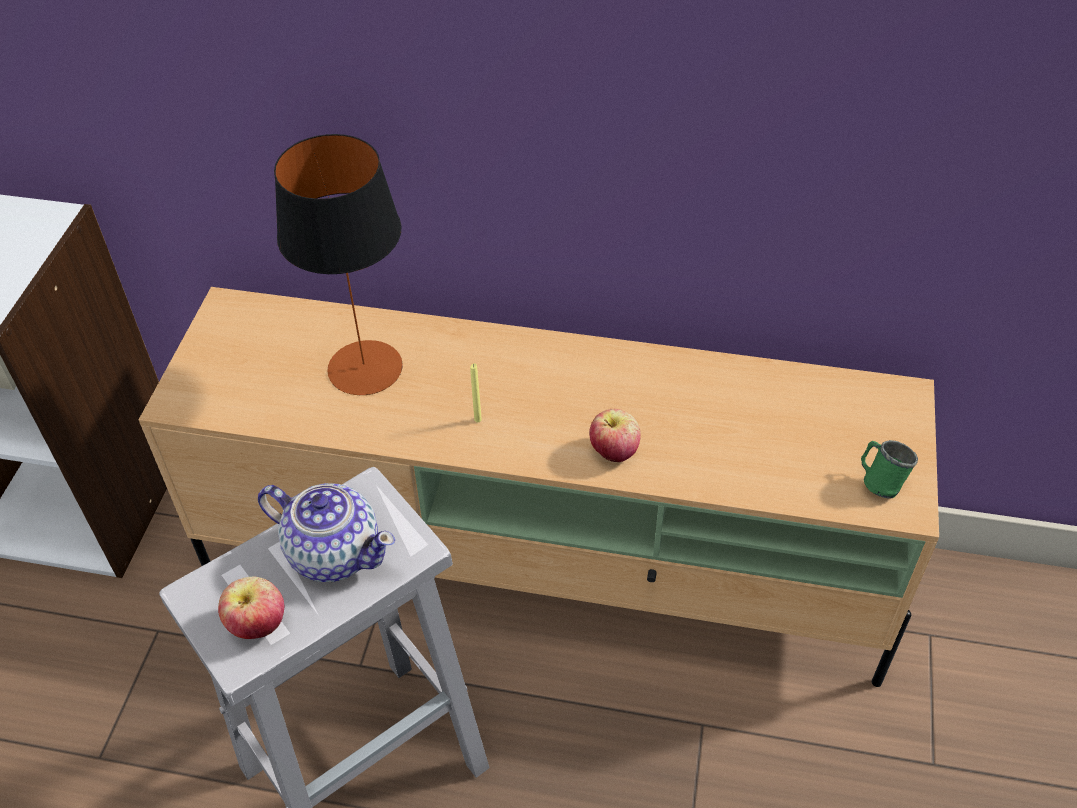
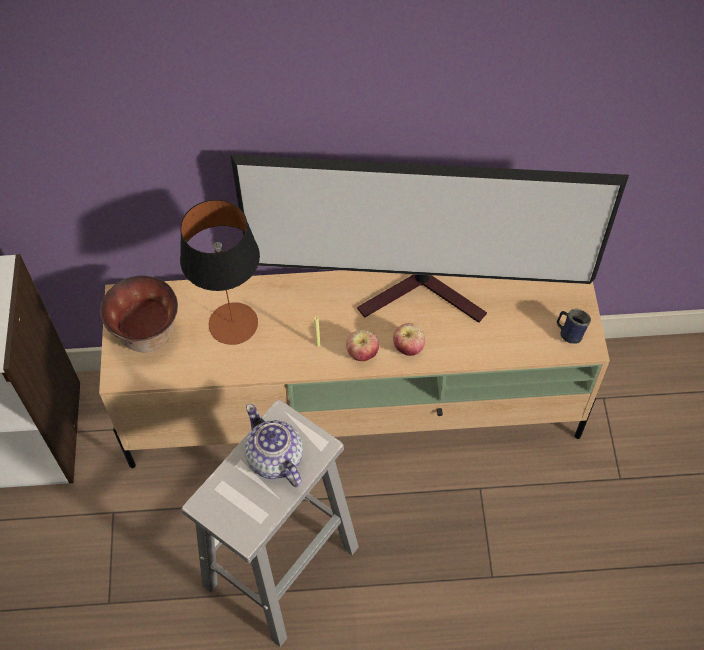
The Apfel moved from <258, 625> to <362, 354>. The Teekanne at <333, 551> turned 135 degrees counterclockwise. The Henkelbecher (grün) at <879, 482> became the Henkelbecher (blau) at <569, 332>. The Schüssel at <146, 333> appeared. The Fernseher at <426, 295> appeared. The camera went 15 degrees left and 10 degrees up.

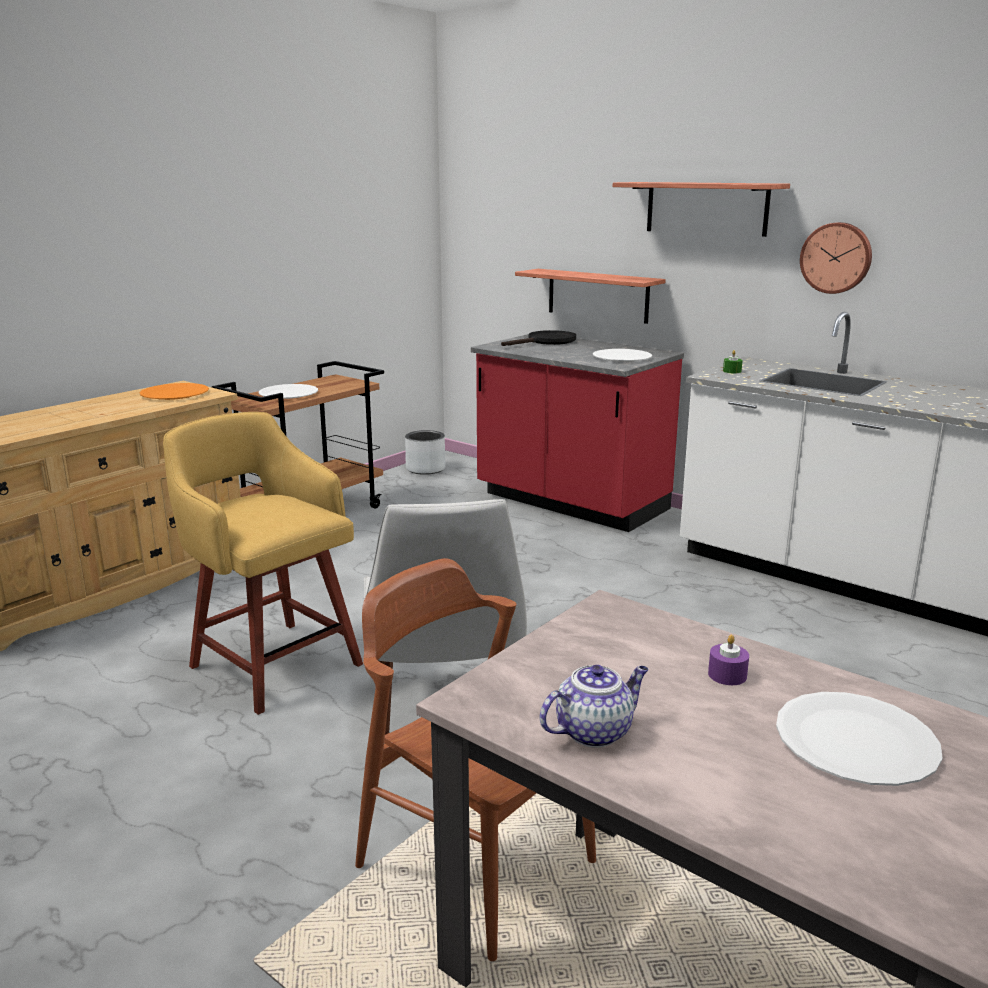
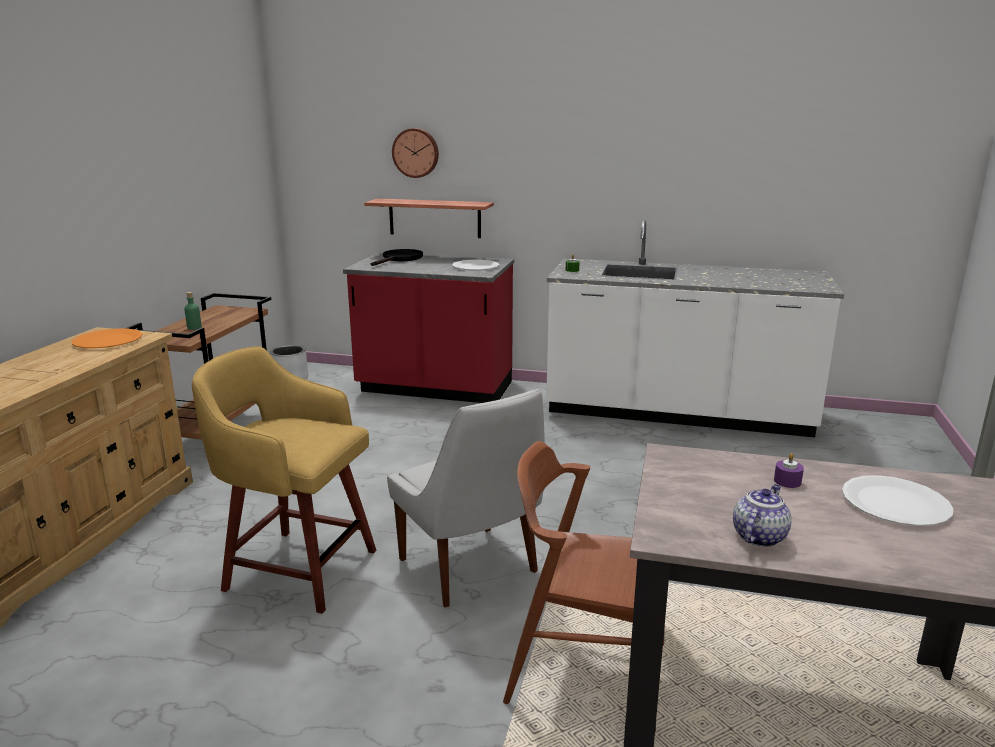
The Teller (weiß) at <288, 393> was replaced by the Flasche (grün) at <194, 327>. The Wandregal at <706, 208> disappeared. The Wanduhr moved from <836, 258> to <416, 153>. The camera went 25 degrees left and 0 degrees up.

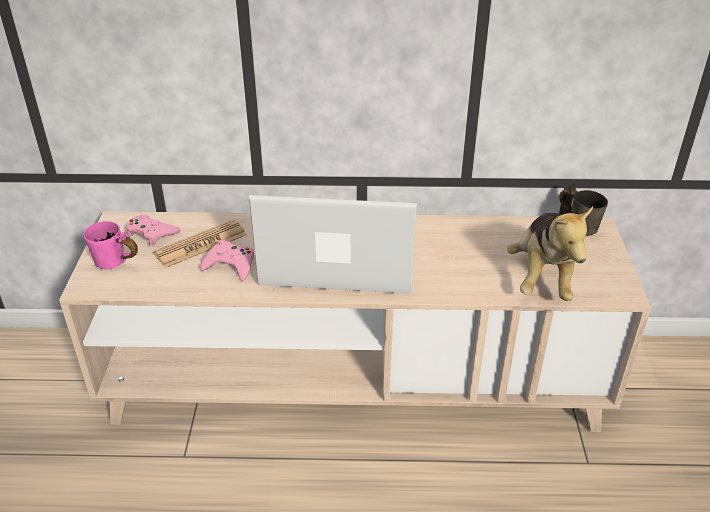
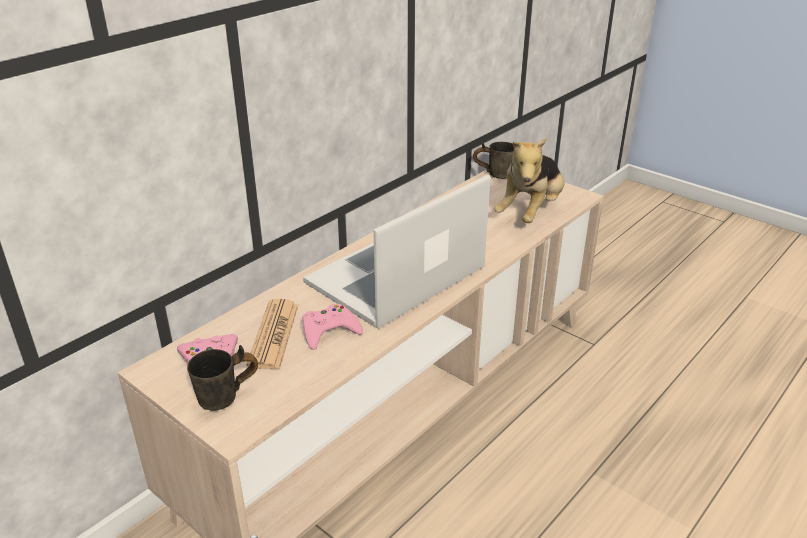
The Henkelbecher (rosa) at <114, 266> became the Henkelbecher (grau) at <227, 400>. The Plüschtier at <542, 277> turned 75 degrees clockwise. The camera went 50 degrees left and 5 degrees down.

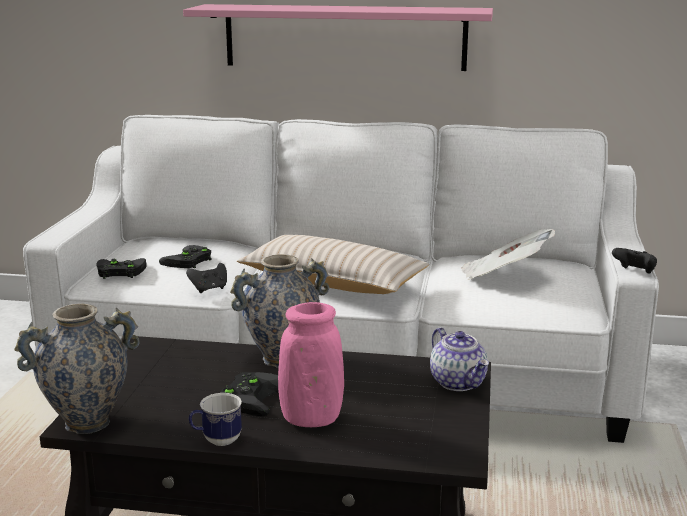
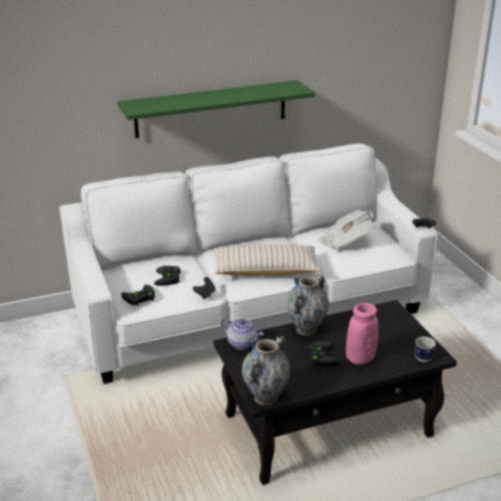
The Wandregal (rosa) at <344, 37> became the Wandregal (grün) at <211, 109>. The Henkelbecher moved from <216, 441> to <421, 360>. The Teekanne moved from <459, 382> to <242, 343>. The camera went 30 degrees left and 10 degrees up.

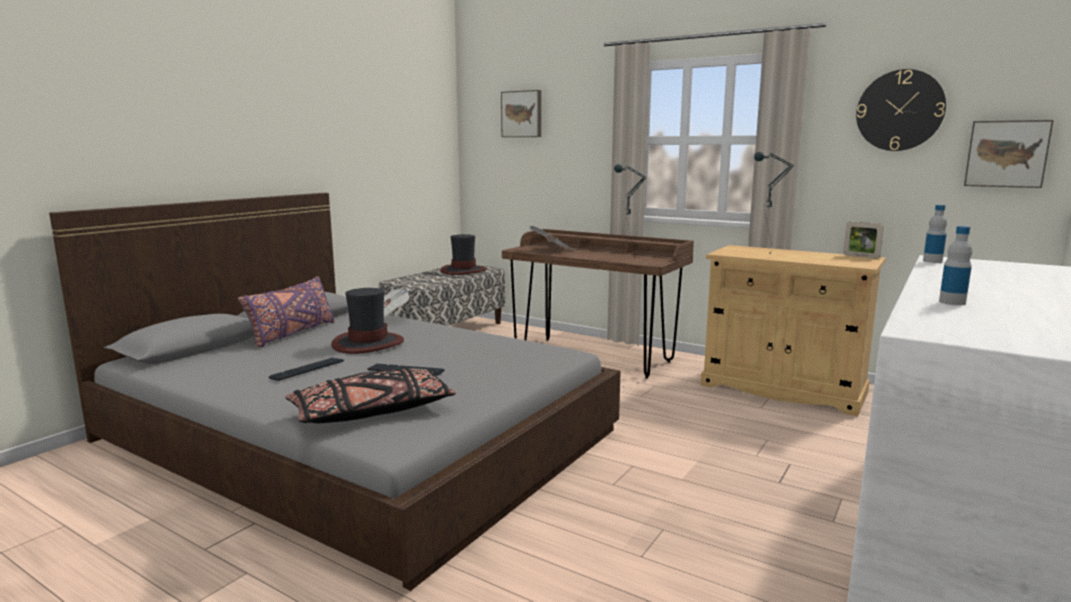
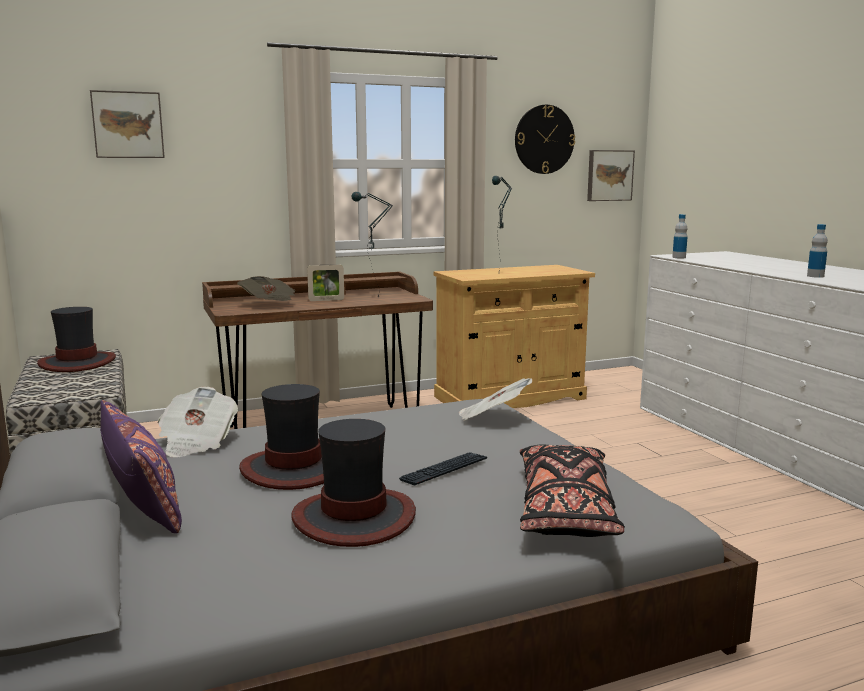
The Tastatur at <307, 370> was replaced by the Hut at <354, 517>. The Bilderrahmen moved from <861, 256> to <326, 300>. The Zeitung at <492, 418> appeared. The camera went 55 degrees left and 0 degrees up.

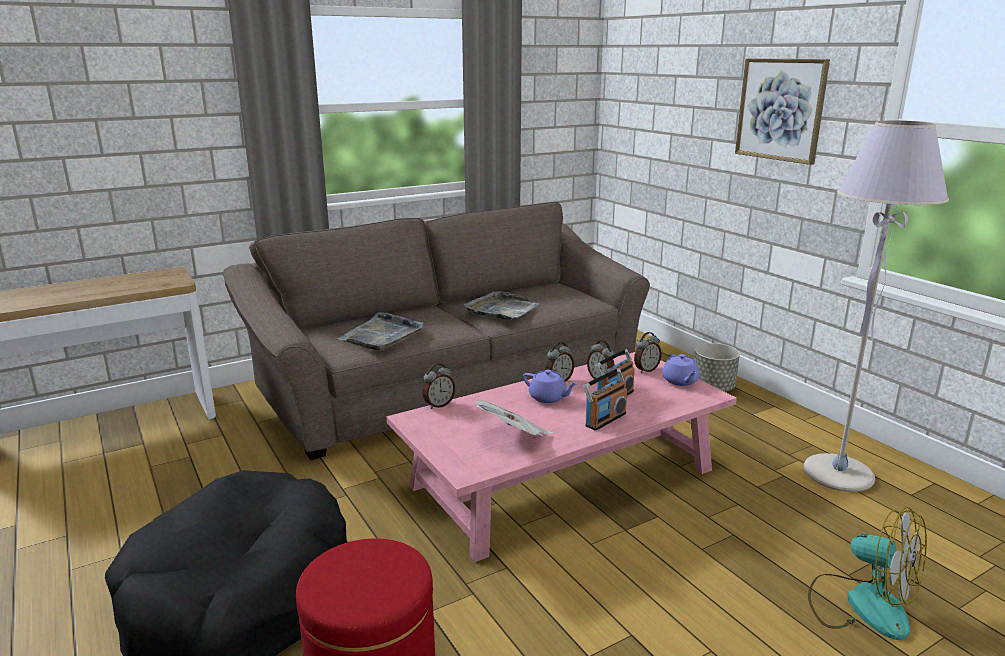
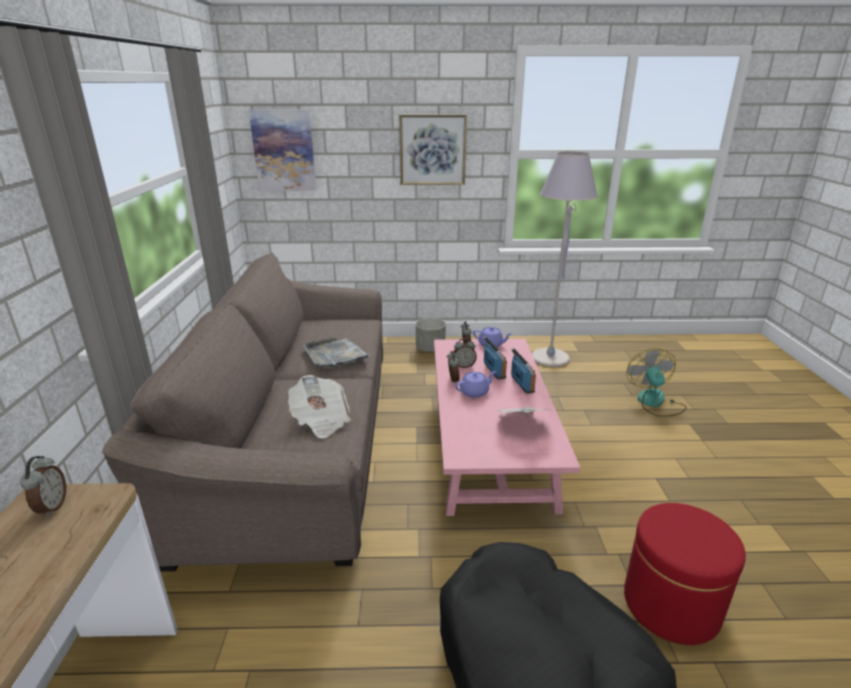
The Tablett (grau) at <382, 335> was replaced by the Zeitung at <320, 420>. The Wecker moved from <438, 405> to <51, 507>. The Ventilator at <861, 604> turned 75 degrees counterclockwise. The Bild at <284, 150> appeared. The camera went 60 degrees left and 5 degrees up.

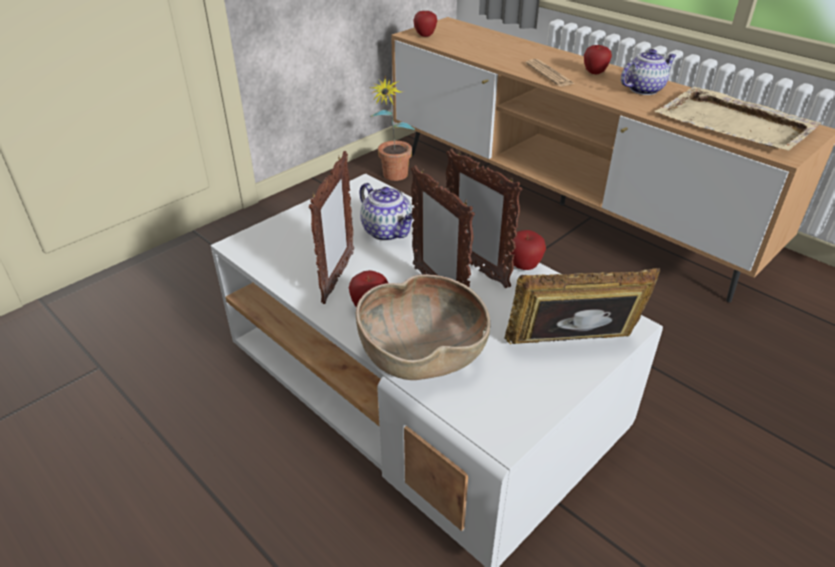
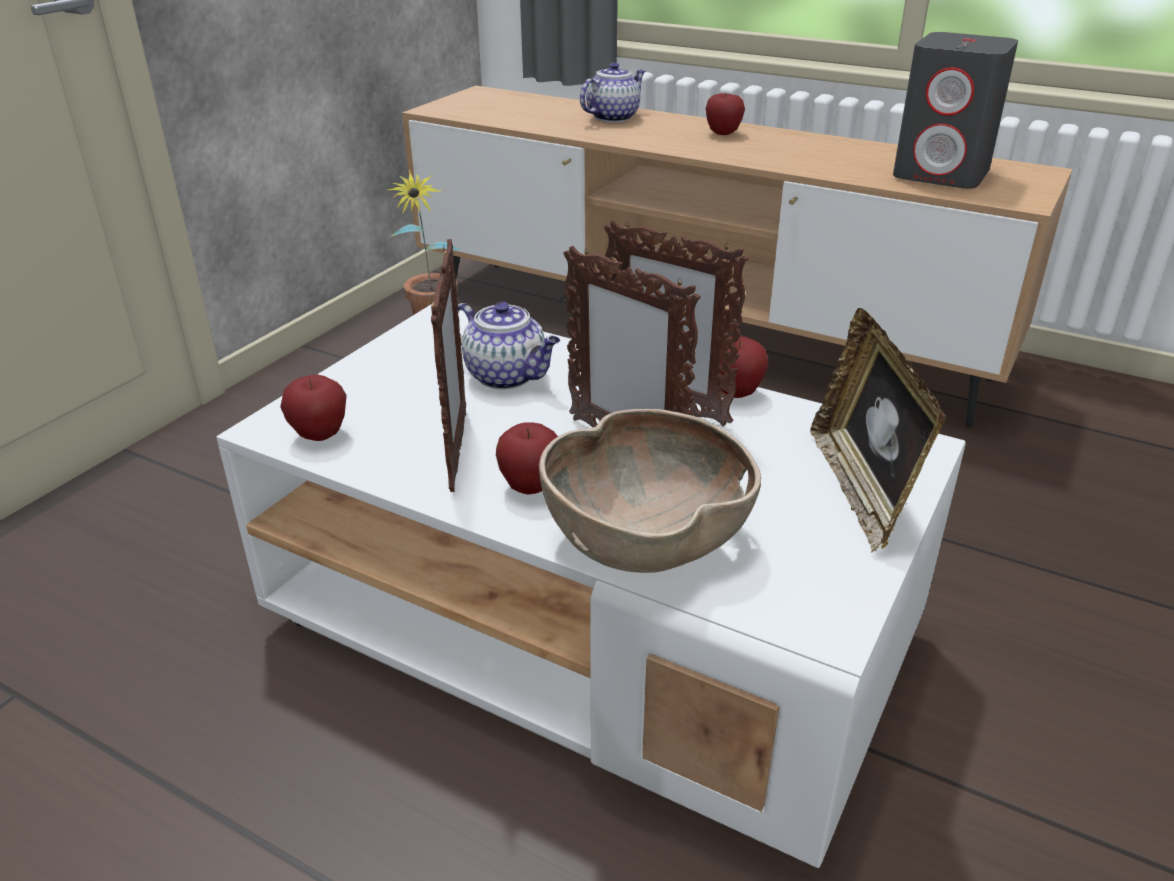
The Apfel moved from <425, 36> to <320, 436>. The Bilderrahmen at <572, 347> turned 75 degrees counterclockwise. The Zeitung at <549, 74> disappeared. The Teekanne moved from <644, 89> to <613, 117>. The Tablett (beige) at <735, 124> was replaced by the Lautsprecher (grau) at <942, 174>. The camera went 15 degrees left and 5 degrees down.

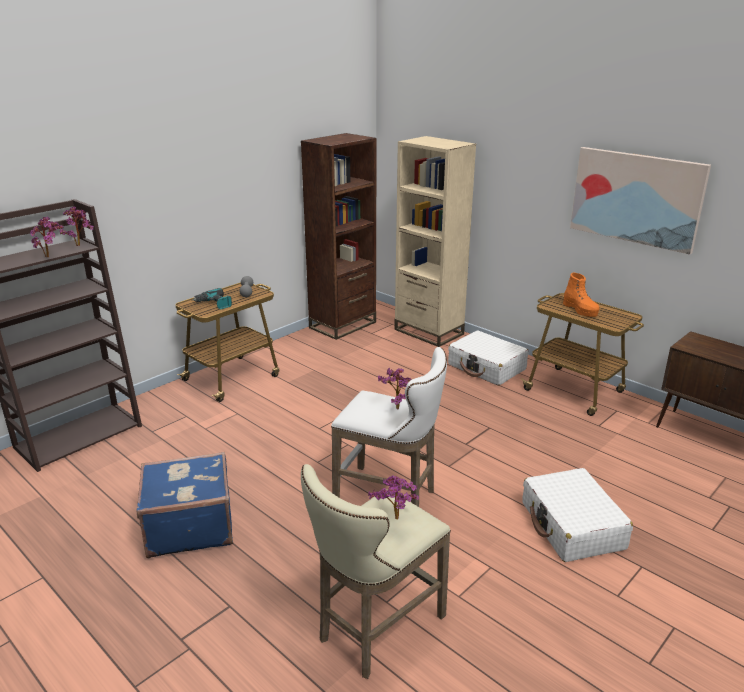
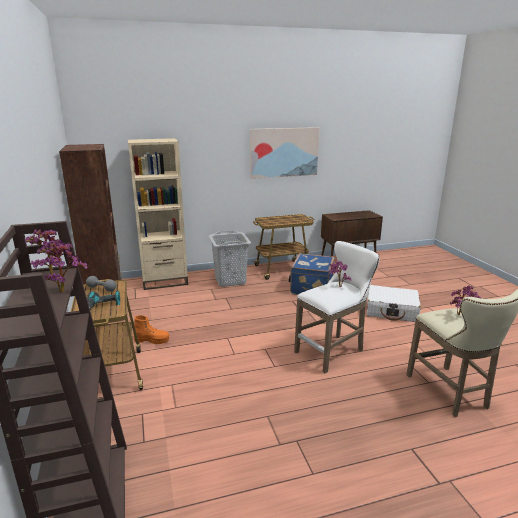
The Koffer (blau) moved from <189, 526> to <310, 288>. The Koffer (weiß) at <487, 367> was replaced by the Wäschekorb (grau) at <230, 280>. The Stiefel (orange) moved from <580, 310> to <152, 340>. The camera went 60 degrees left and 5 degrees down.

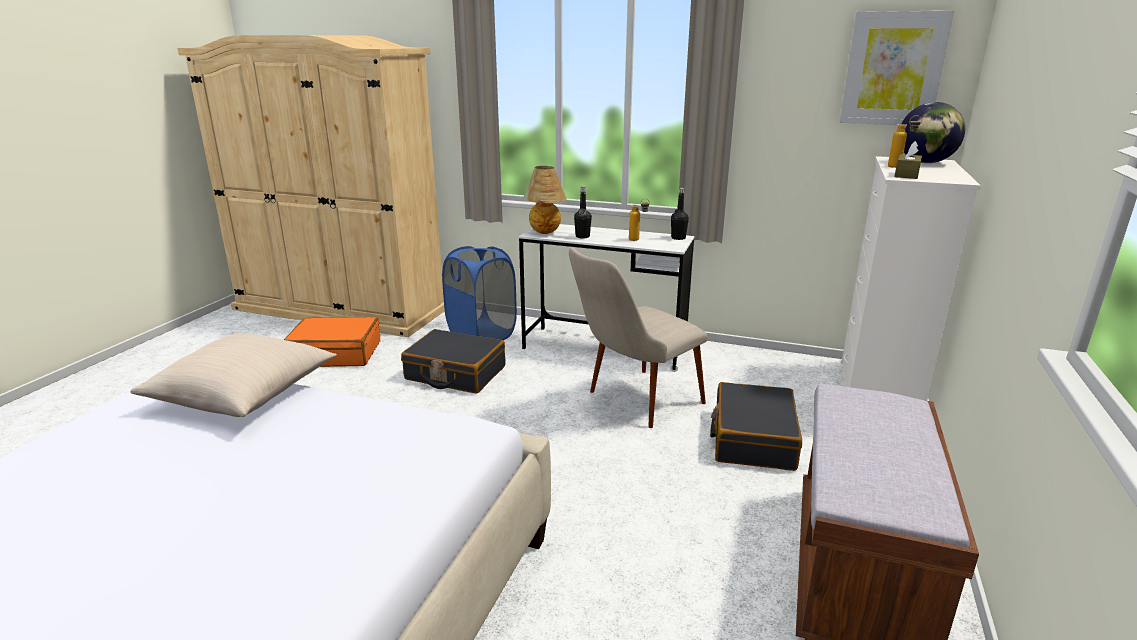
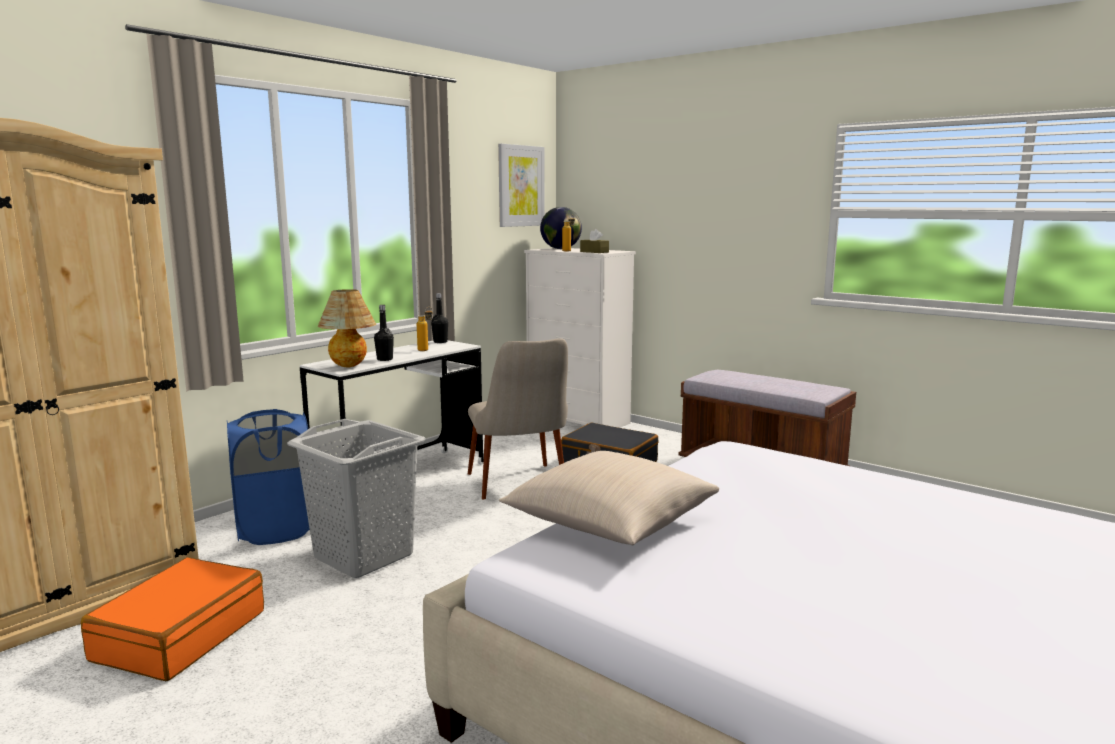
The Koffer (schwarz) at <455, 373> was replaced by the Wäschekorb (grau) at <364, 555>. The camera went 70 degrees left and 10 degrees down.

